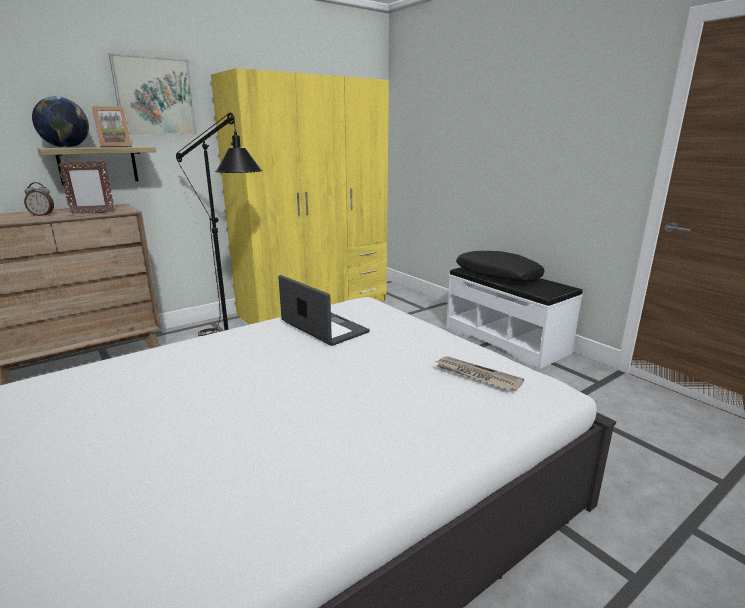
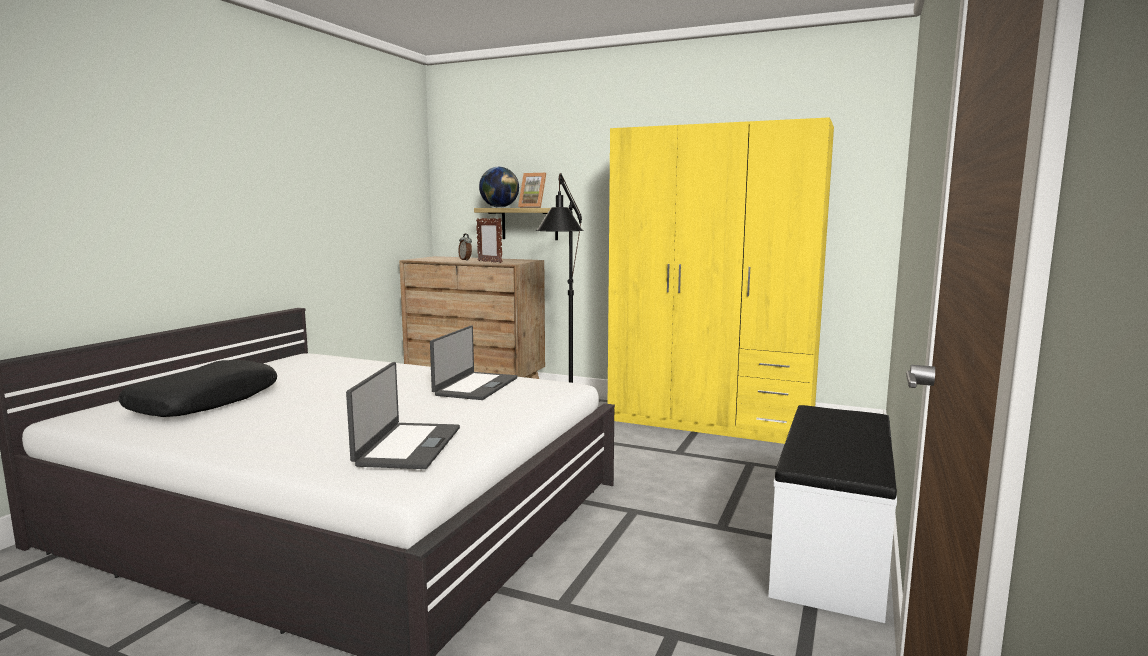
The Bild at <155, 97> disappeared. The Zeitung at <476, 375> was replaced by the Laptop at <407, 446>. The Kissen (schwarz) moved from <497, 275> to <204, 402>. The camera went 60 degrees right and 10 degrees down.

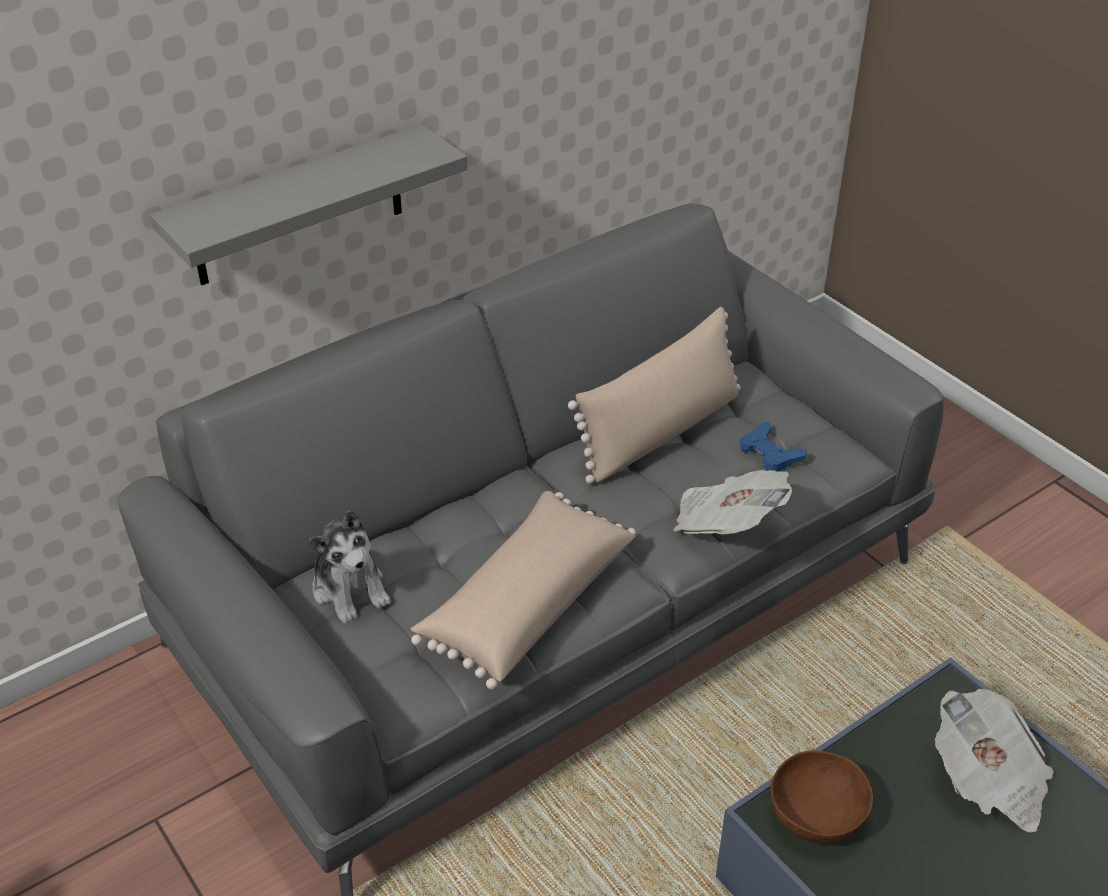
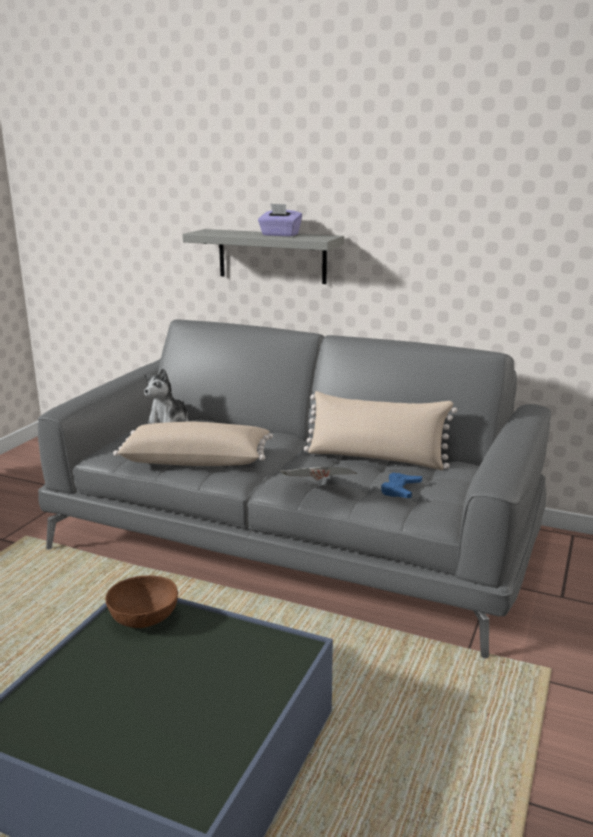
The Zeitung at <988, 780> disappeared. The Taschentuchbox (lila) at <280, 235> appeared. The camera went 60 degrees right and 20 degrees down.

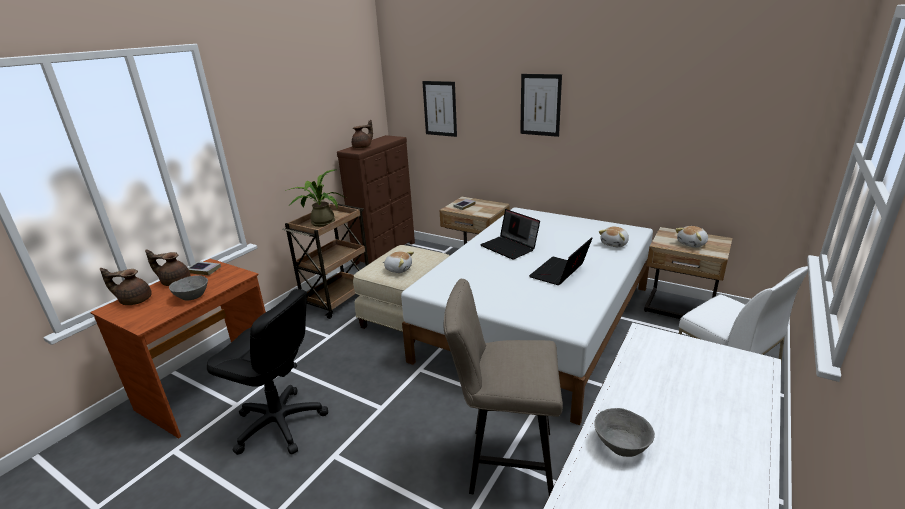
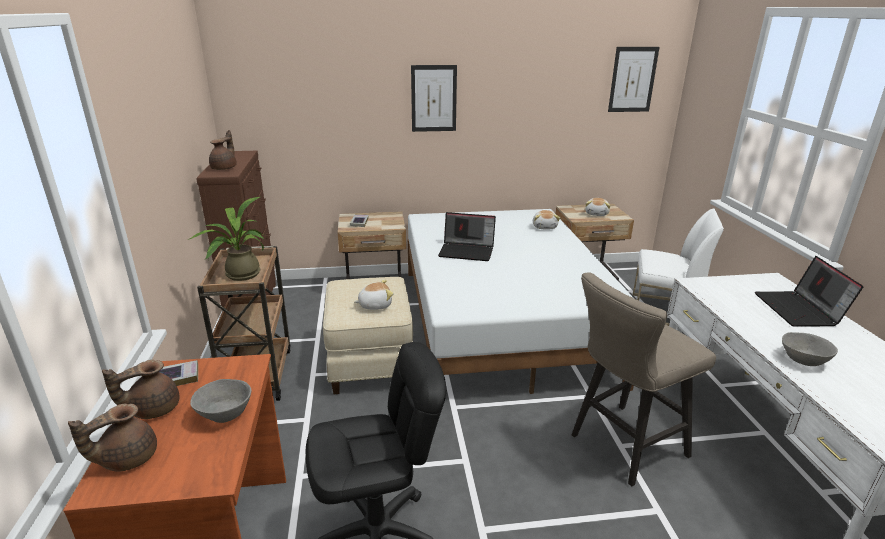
The Bild moved from <440, 108> to <632, 79>. The Laptop moved from <560, 273> to <800, 310>. The camera went 40 degrees left and 0 degrees up.

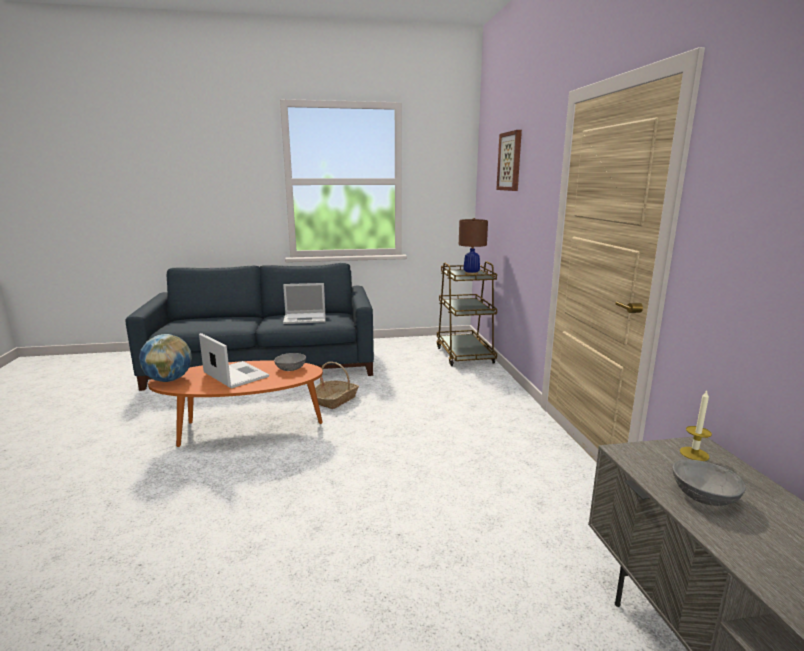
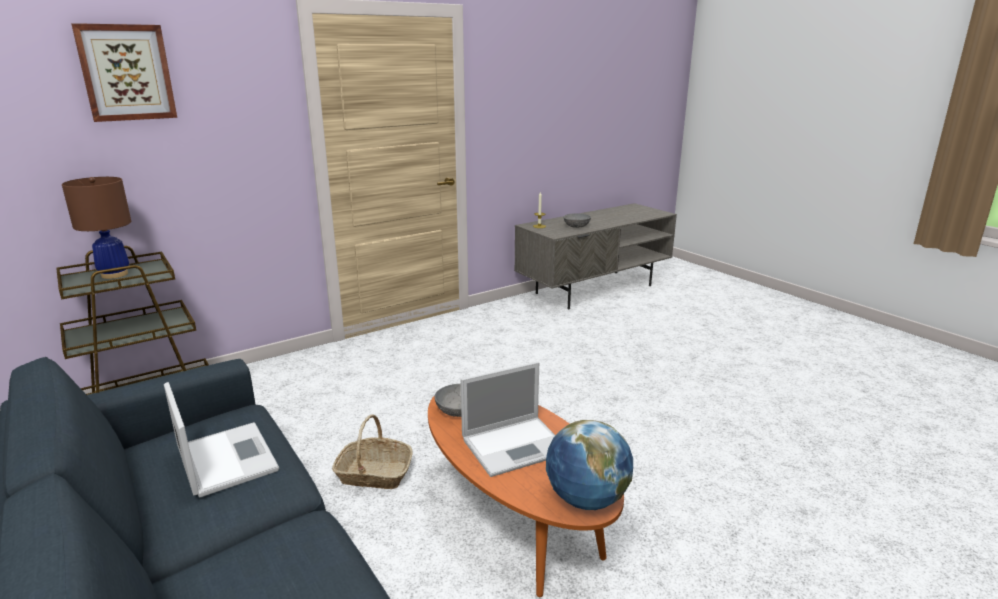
The Laptop at <235, 375> turned 135 degrees counterclockwise. The camera went 115 degrees left and 5 degrees up.

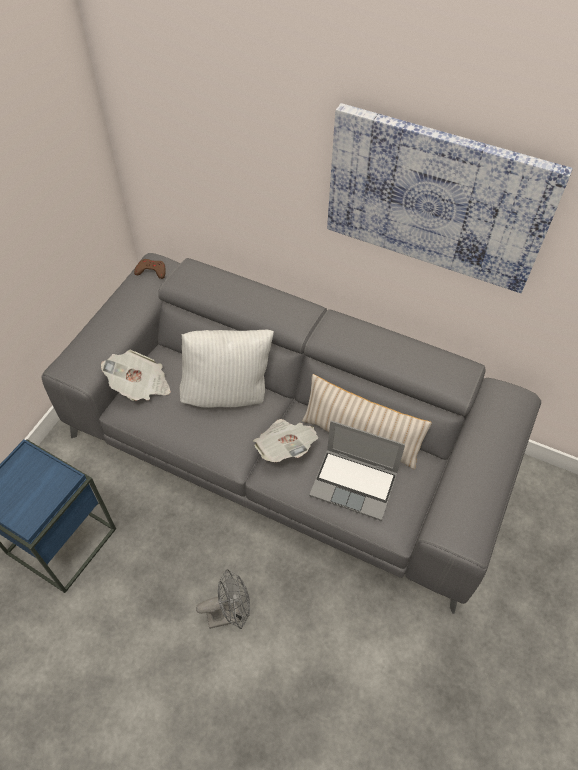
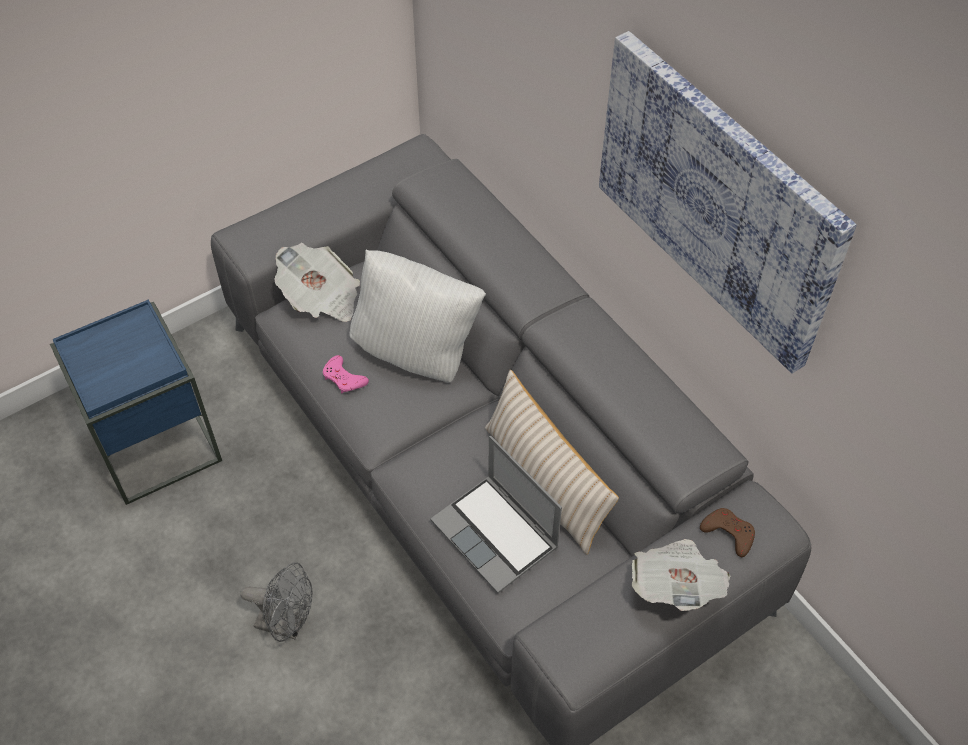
The Gamepad (braun) moved from <151, 271> to <728, 533>. The Zeitung moved from <284, 447> to <676, 585>. The Gamepad (rosa) at <344, 378> appeared. The camera went 30 degrees right and 0 degrees up.

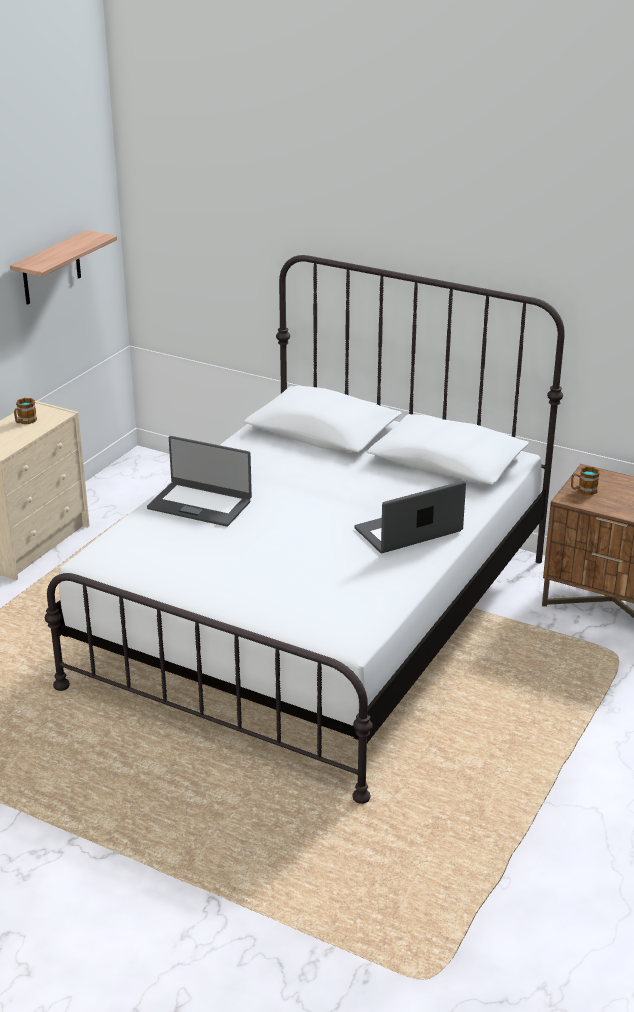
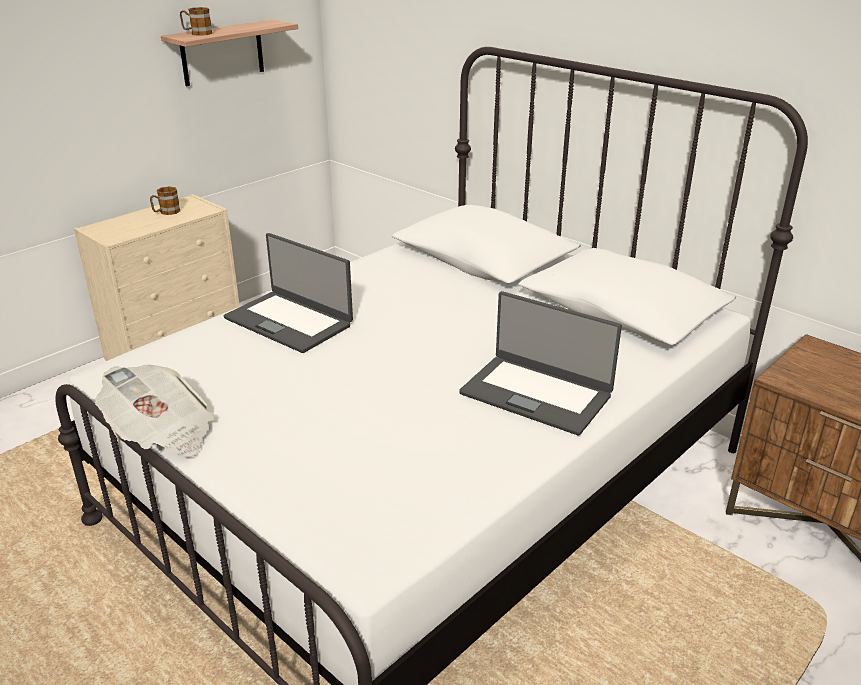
The Laptop at <409, 531> turned 135 degrees counterclockwise. The Henkelbecher moved from <583, 490> to <197, 33>. The Zeitung at <162, 433> appeared. The camera went 15 degrees right and 0 degrees up.

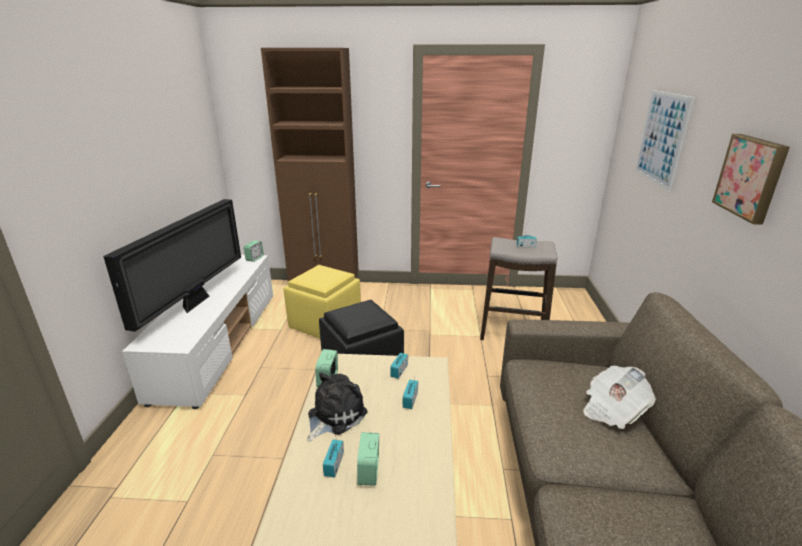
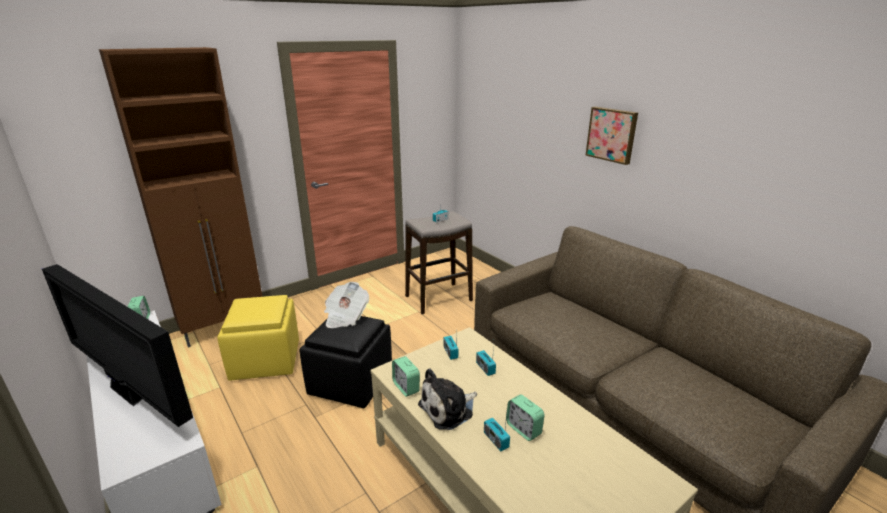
The Fernseher at <196, 302> turned 150 degrees clockwise. The Plüschtier at <334, 416> turned 120 degrees counterclockwise. The Zeitung moved from <612, 409> to <345, 316>. The Bild at <661, 138> disappeared. The camera went 40 degrees left and 0 degrees up.

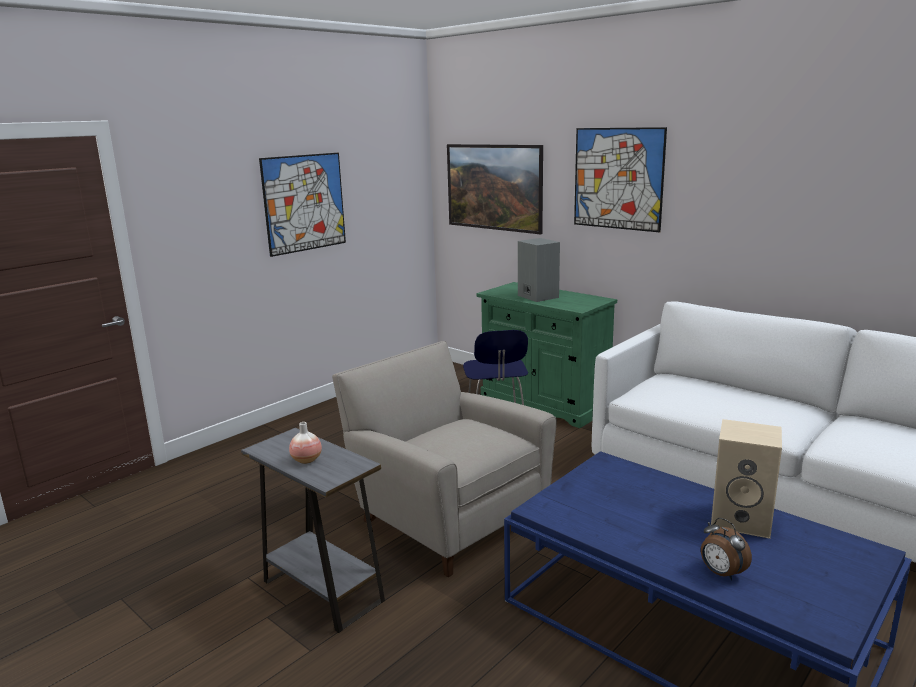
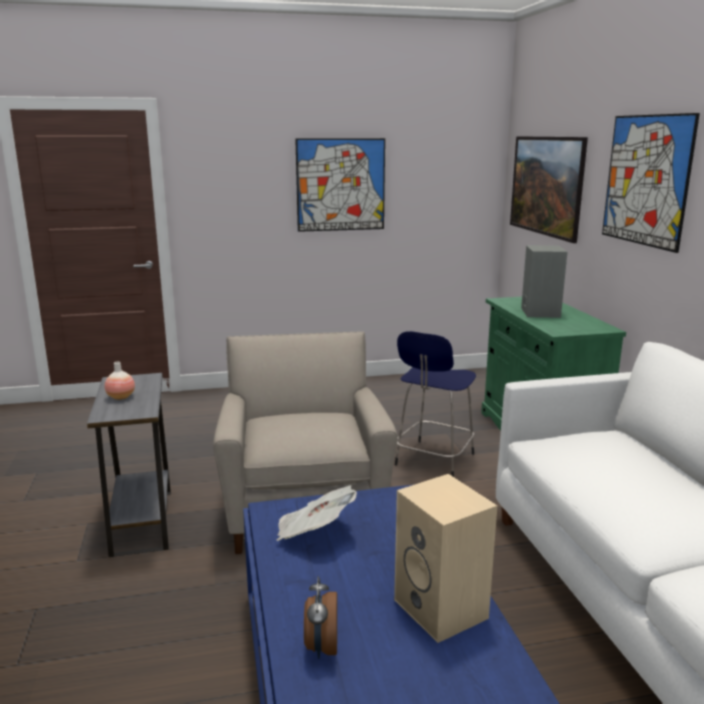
The Zeitung at <314, 532> appeared. The camera went 35 degrees right and 0 degrees up.

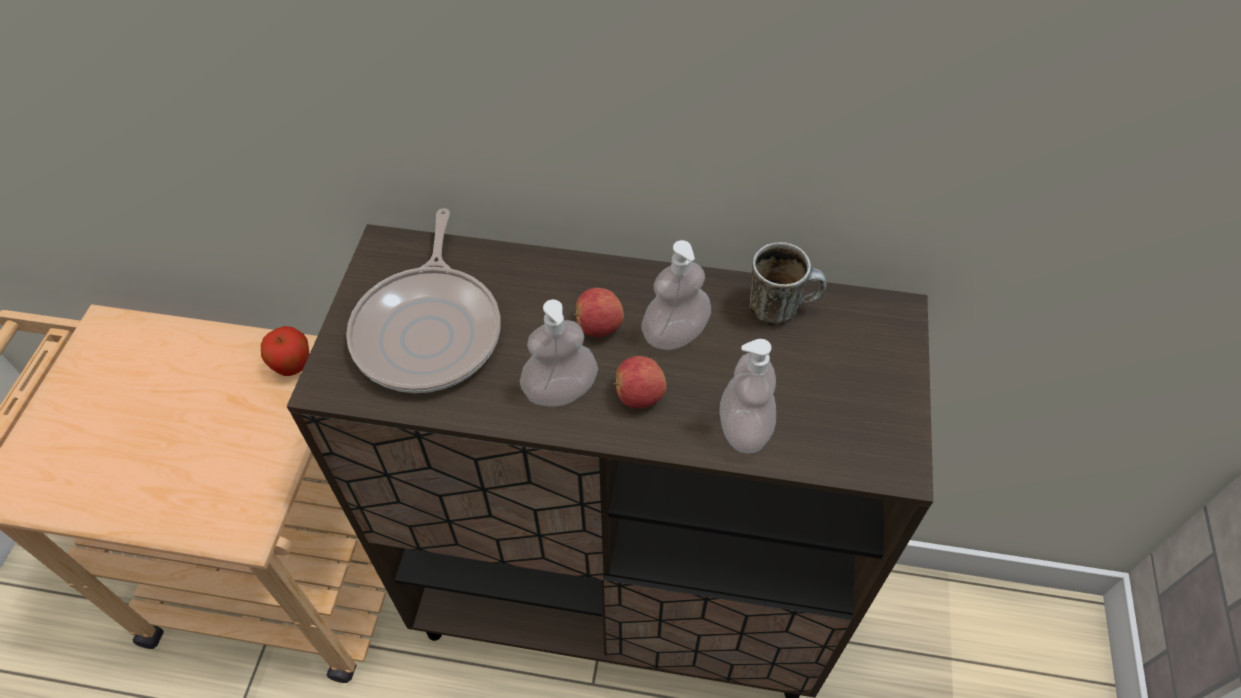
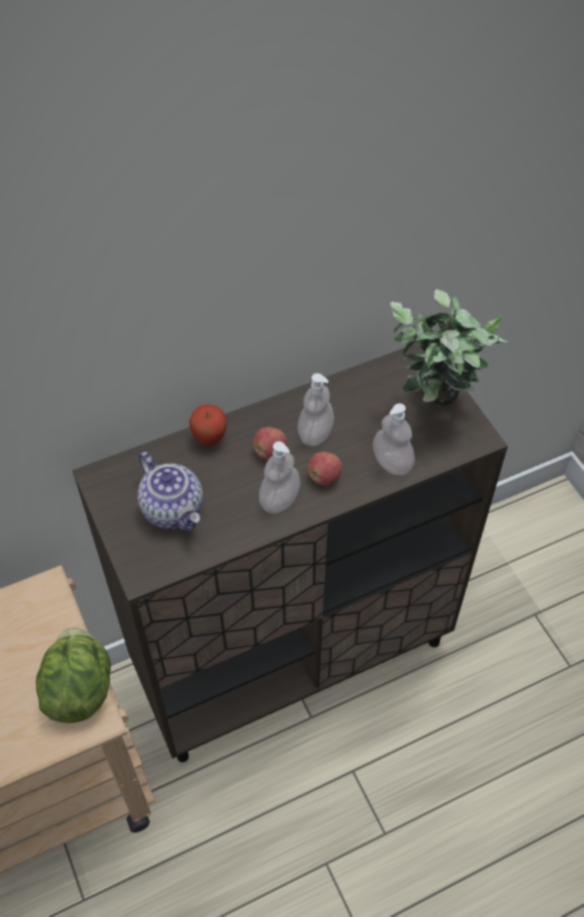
The Apfel moved from <293, 367> to <210, 438>. The Pfanne at <430, 330> was replaced by the Teekanne at <174, 509>. The Henkelbecher at <781, 308> disappeared. The Salatkopf at <79, 688> appeared. The Topfpflanze at <434, 411> appeared. The camera went 35 degrees left and 0 degrees up.

